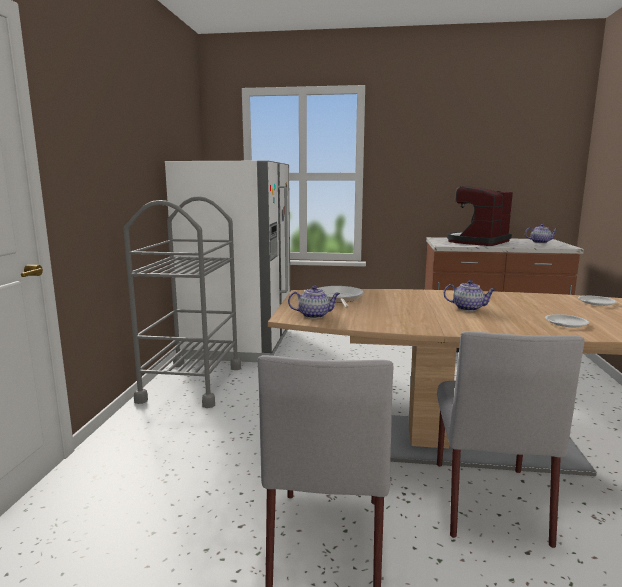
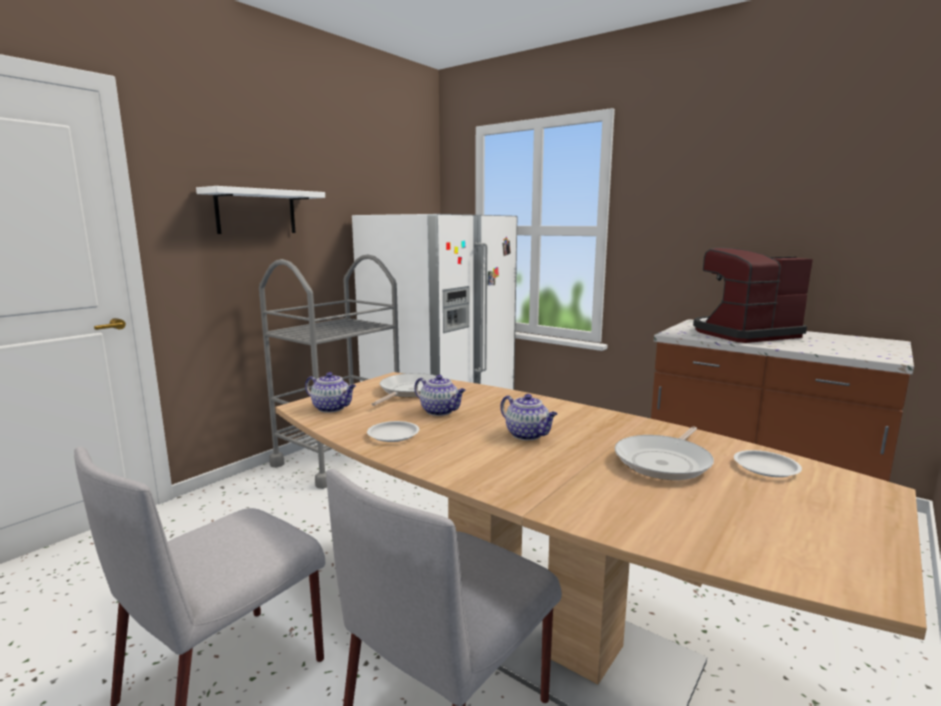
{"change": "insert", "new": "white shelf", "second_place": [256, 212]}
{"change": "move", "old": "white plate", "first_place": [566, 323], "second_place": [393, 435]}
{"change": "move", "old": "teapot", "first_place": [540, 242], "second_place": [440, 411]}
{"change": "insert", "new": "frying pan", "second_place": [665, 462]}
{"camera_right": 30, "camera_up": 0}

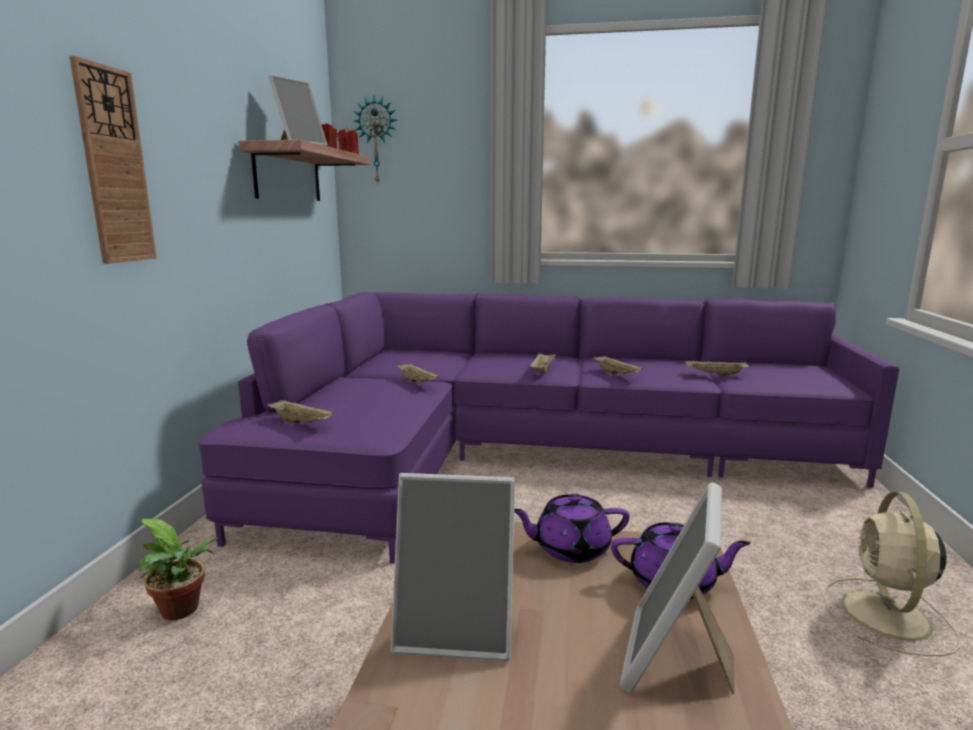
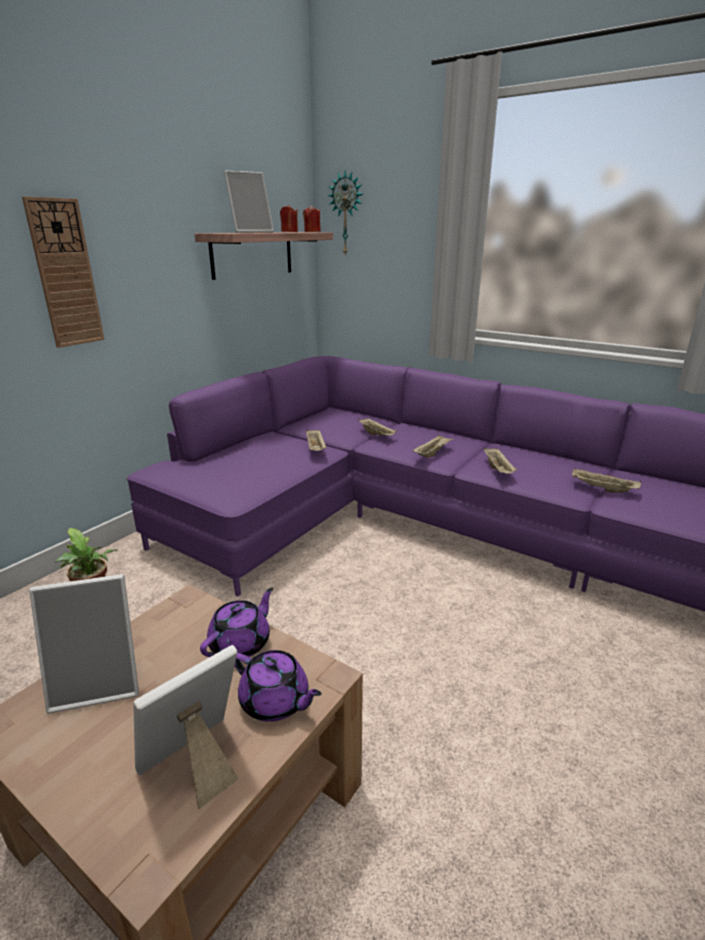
{"change": "rotate", "old": "picture frame", "first_place": [457, 629], "second_place": [99, 682], "degrees": -45}
{"change": "rotate", "old": "purple teapot", "first_place": [570, 548], "second_place": [241, 643], "degrees": 105}
{"change": "move", "old": "beige tray", "first_place": [302, 423], "second_place": [377, 435]}
{"change": "delete", "old": "beige fan", "first_place": [886, 617]}
{"camera_right": 25, "camera_up": 10}

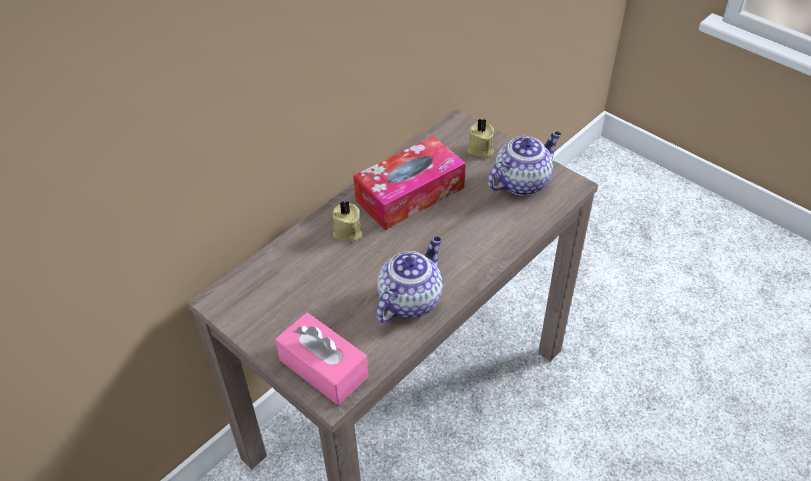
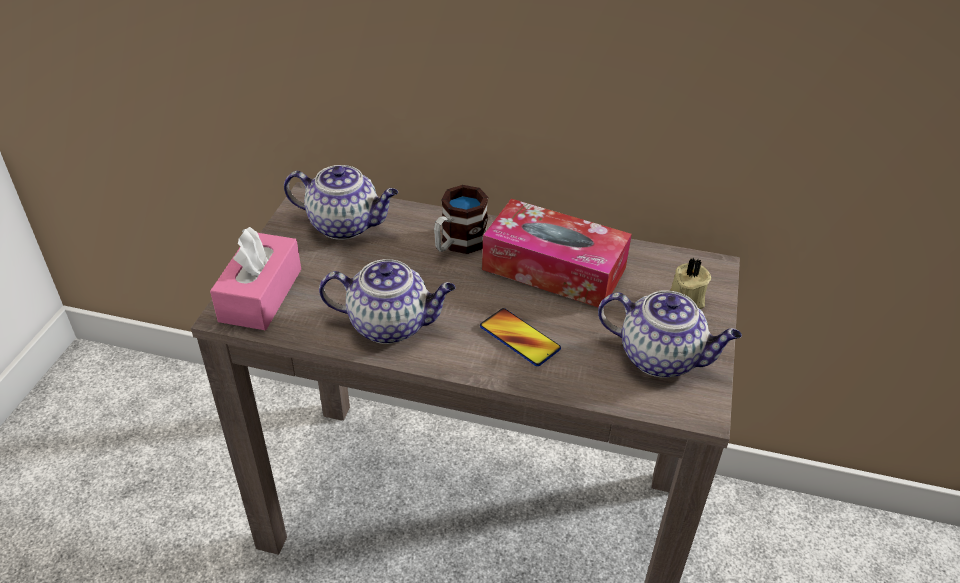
{"change": "insert", "new": "teapot", "second_place": [346, 225]}
{"change": "replace", "old": "beige candle", "new": "mug", "first_place": [347, 232], "second_place": [458, 244]}
{"change": "insert", "new": "phone", "second_place": [519, 338]}
{"camera_right": 60, "camera_up": -5}

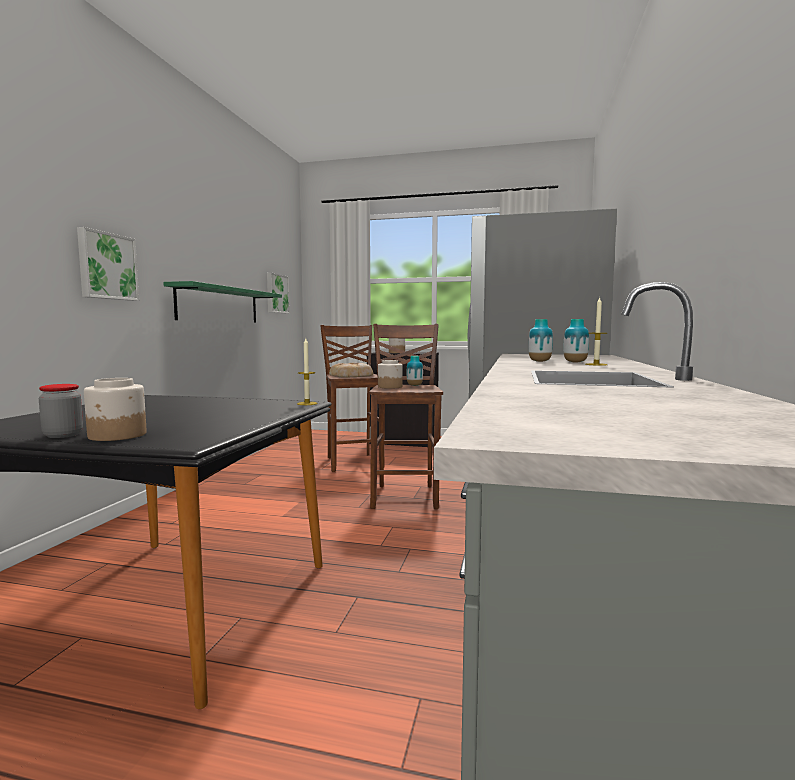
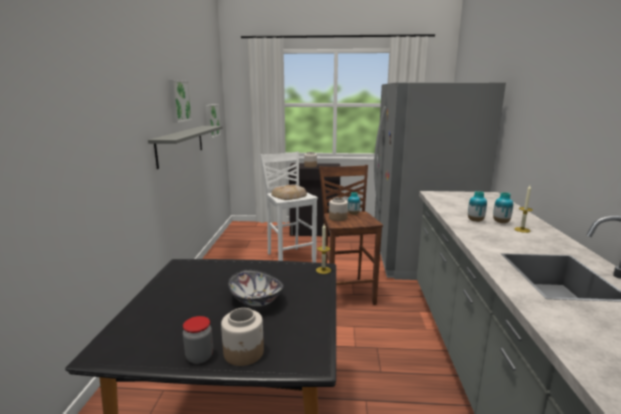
{"change": "recolor", "old": "green shelf", "new": "grey shelf", "first_place": [219, 305], "second_place": [180, 145]}
{"change": "move", "old": "picture", "first_place": [106, 266], "second_place": [178, 101]}
{"change": "insert", "new": "bowl", "second_place": [256, 300]}
{"change": "recolor", "old": "brown stool", "new": "white stool", "first_place": [353, 462], "second_place": [290, 258]}
{"camera_right": -10, "camera_up": 10}

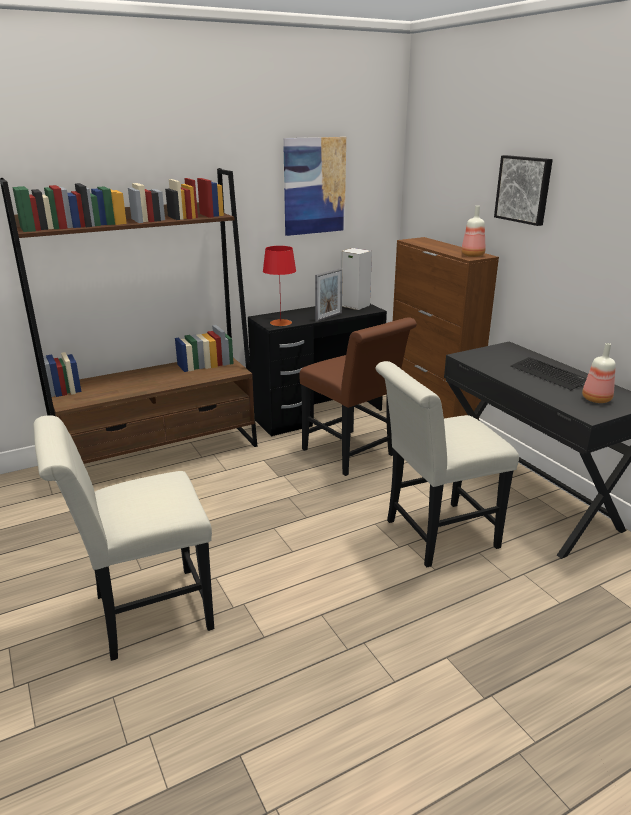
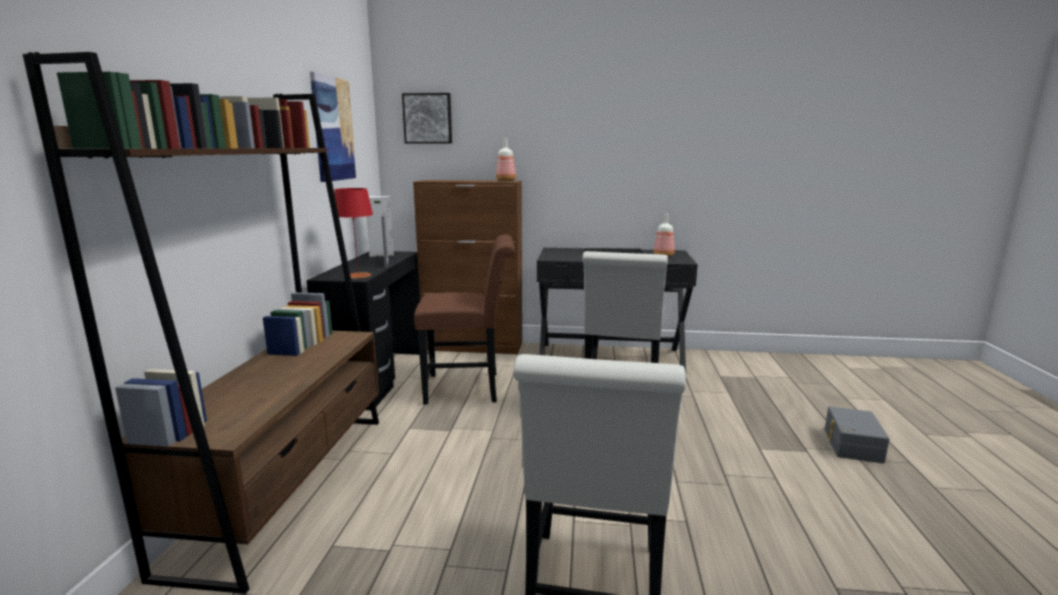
{"change": "move", "old": "picture", "first_place": [524, 189], "second_place": [428, 118]}
{"change": "insert", "new": "grey storage box", "second_place": [851, 445]}
{"camera_right": -55, "camera_up": -10}

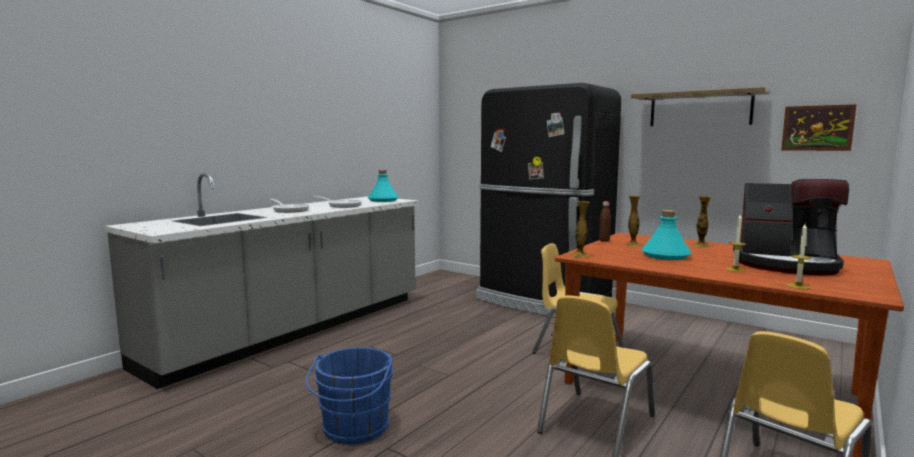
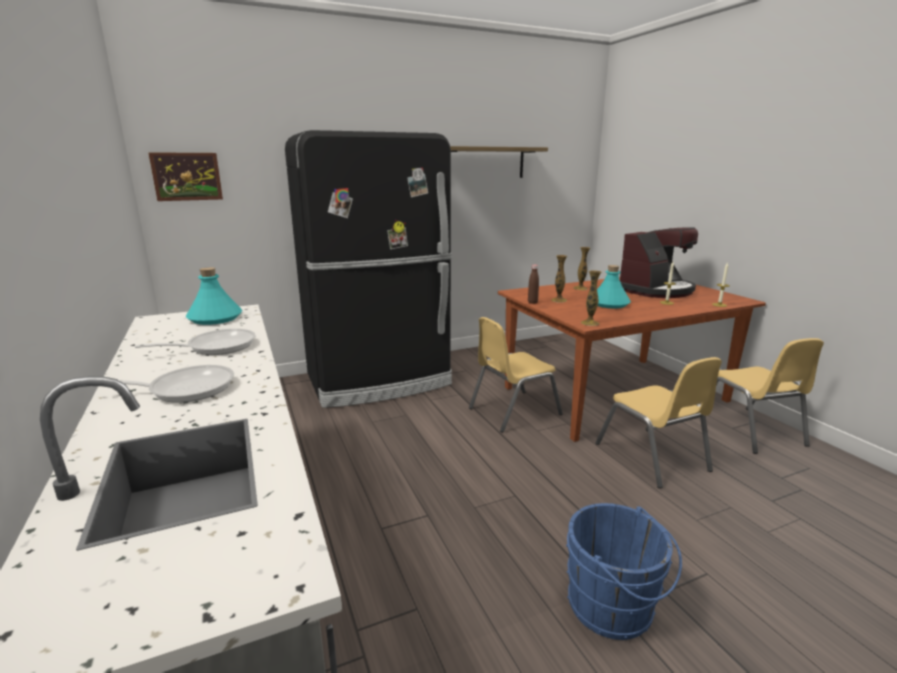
{"change": "move", "old": "picture", "first_place": [817, 128], "second_place": [187, 176]}
{"camera_right": -60, "camera_up": 10}

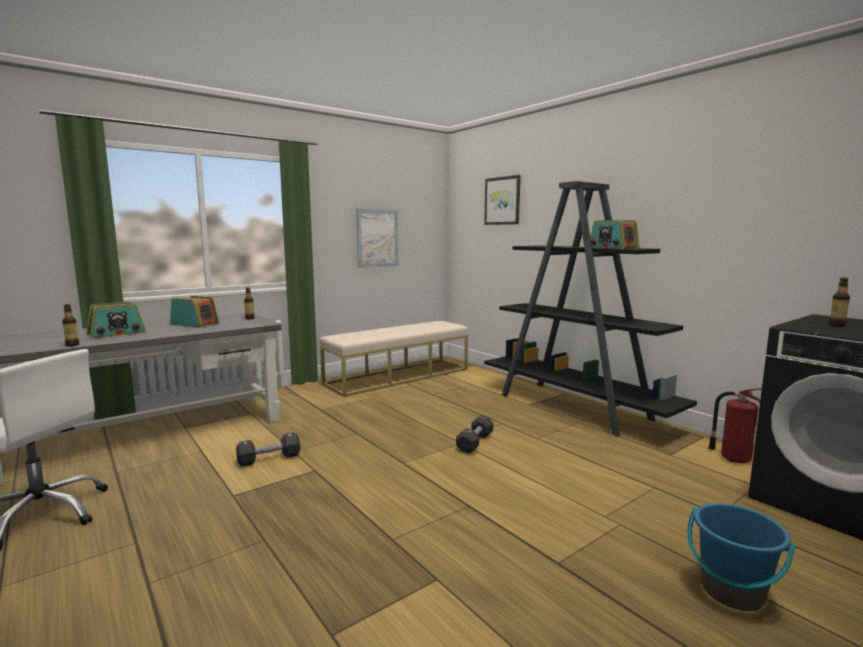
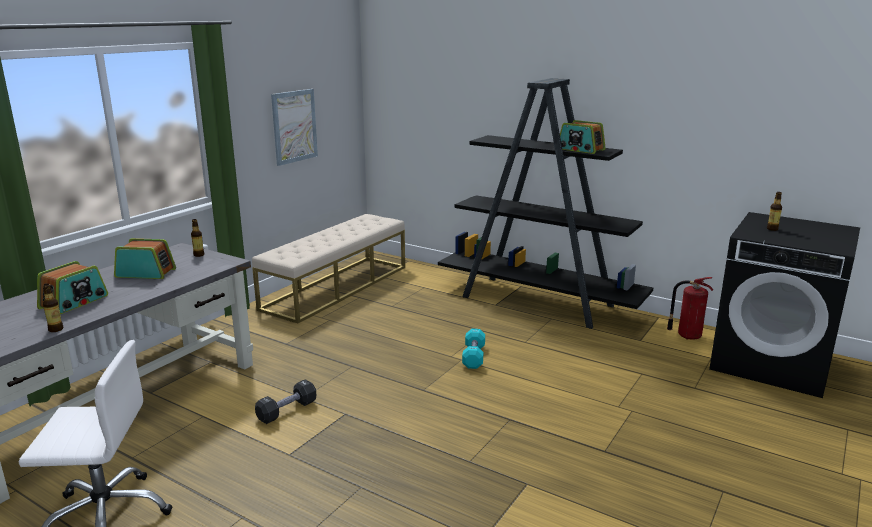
{"change": "recolor", "old": "black dumbbell", "new": "turquoise dumbbell", "first_place": [475, 443], "second_place": [473, 357]}
{"change": "delete", "old": "picture", "first_place": [502, 201]}
{"change": "delete", "old": "blue bucket", "first_place": [732, 592]}
{"camera_right": -20, "camera_up": 10}

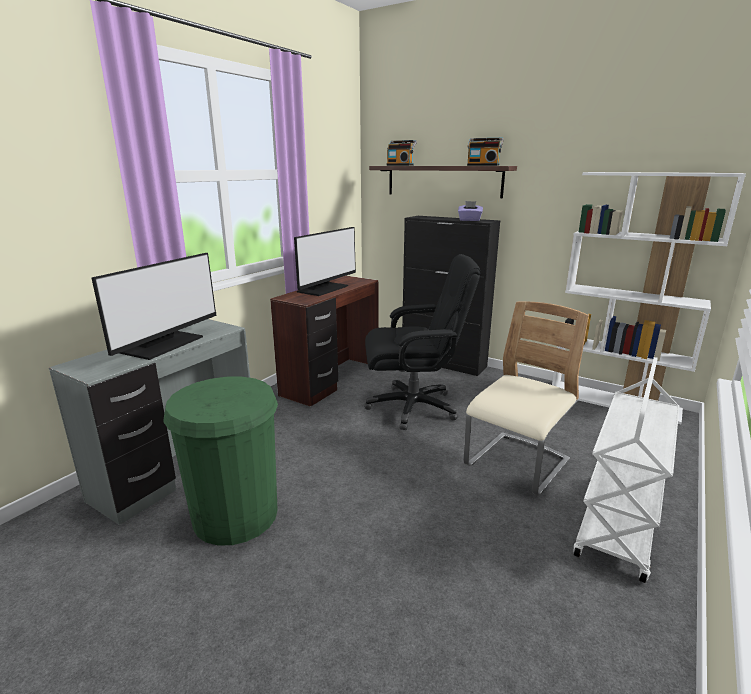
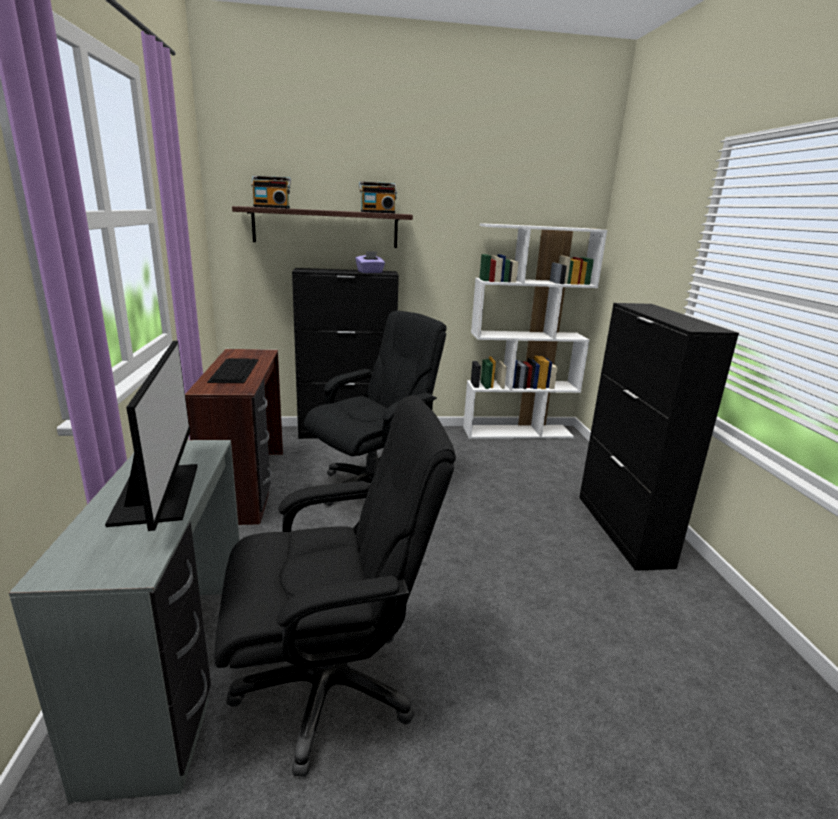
{"change": "replace", "old": "monitor", "new": "keyboard", "first_place": [323, 289], "second_place": [234, 370]}
{"change": "replace", "old": "green trash can", "new": "black office chair", "first_place": [236, 515], "second_place": [329, 686]}
{"change": "replace", "old": "white cart", "new": "black cabinet", "first_place": [619, 525], "second_place": [622, 530]}
{"change": "delete", "old": "beige chair", "first_place": [517, 464]}
{"camera_right": -40, "camera_up": 0}

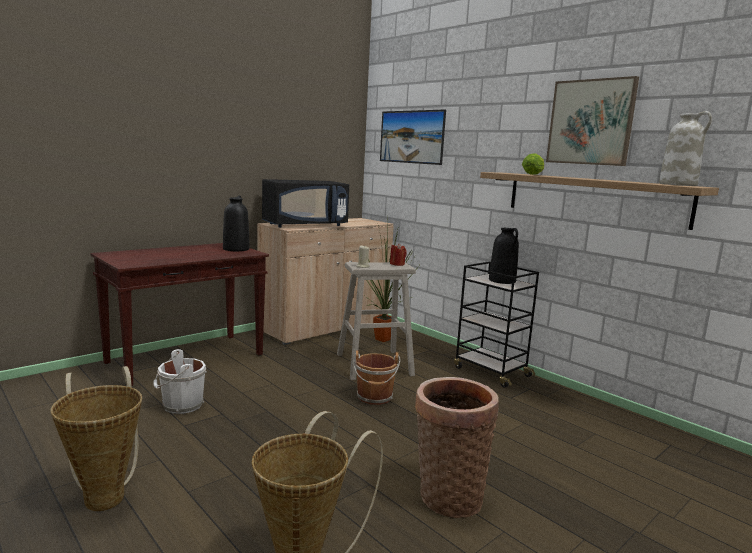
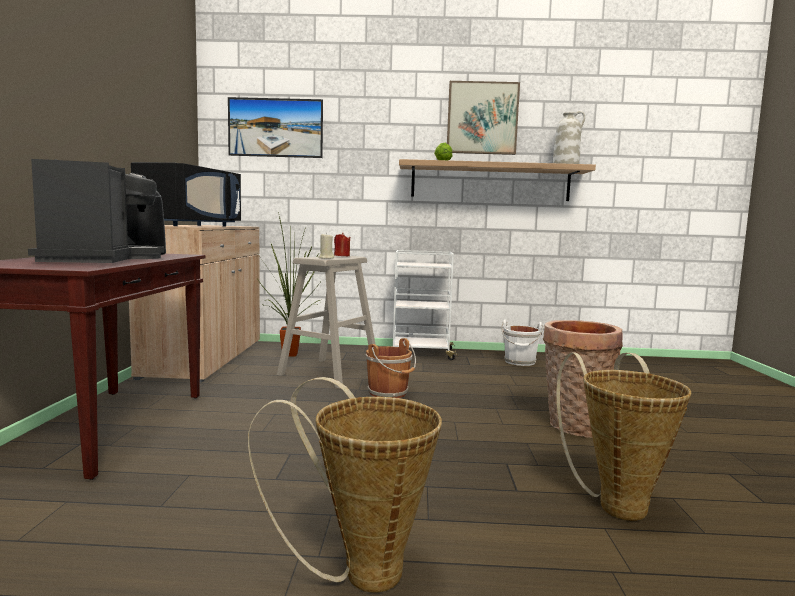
{"change": "insert", "new": "coffee machine", "second_place": [99, 259]}
{"change": "recolor", "old": "black cart", "new": "white cart", "first_place": [490, 371], "second_place": [421, 354]}
{"change": "move", "old": "white bucket", "first_place": [181, 405], "second_place": [520, 362]}
{"change": "delete", "old": "black vase", "first_place": [502, 281]}
{"camera_right": -45, "camera_up": -5}

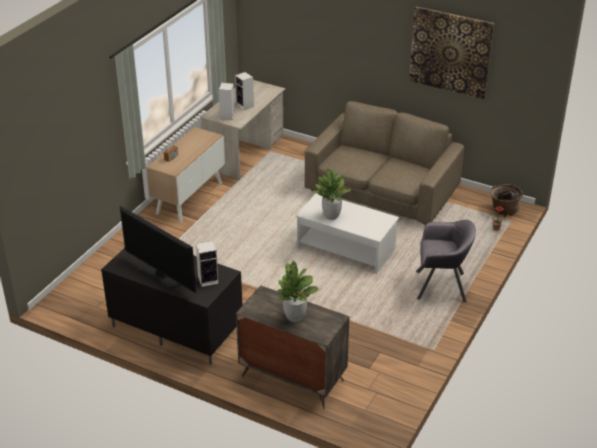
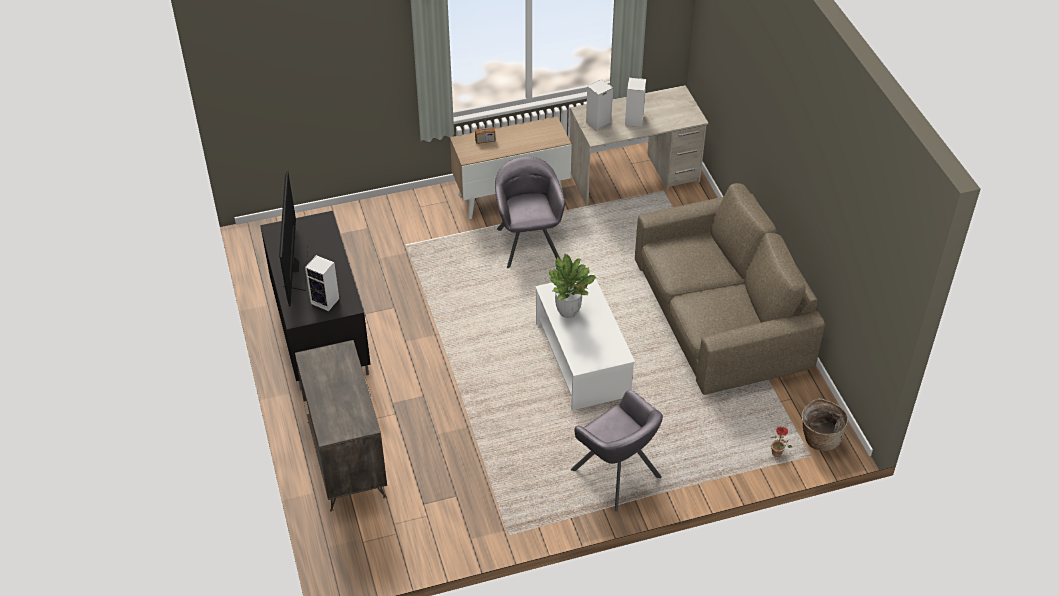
{"change": "insert", "new": "grey armchair", "second_place": [528, 244]}
{"change": "delete", "old": "potted plant", "first_place": [295, 317]}
{"change": "delete", "old": "picture", "first_place": [450, 52]}
{"camera_right": 45, "camera_up": 10}

